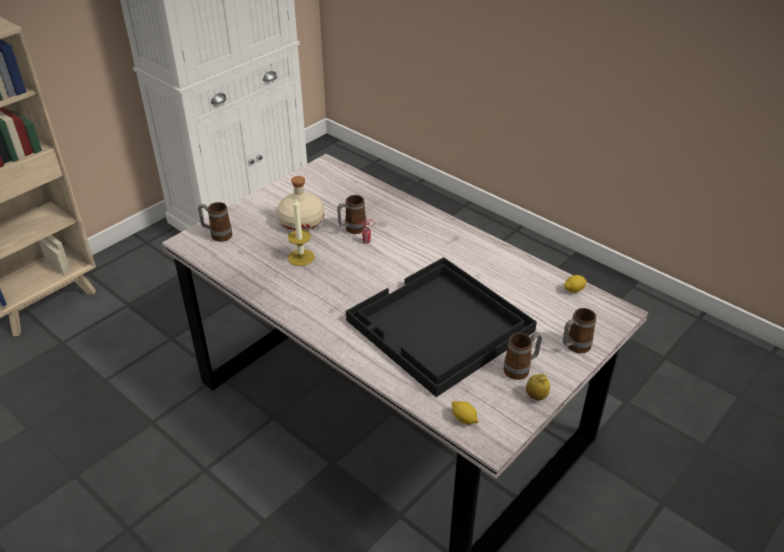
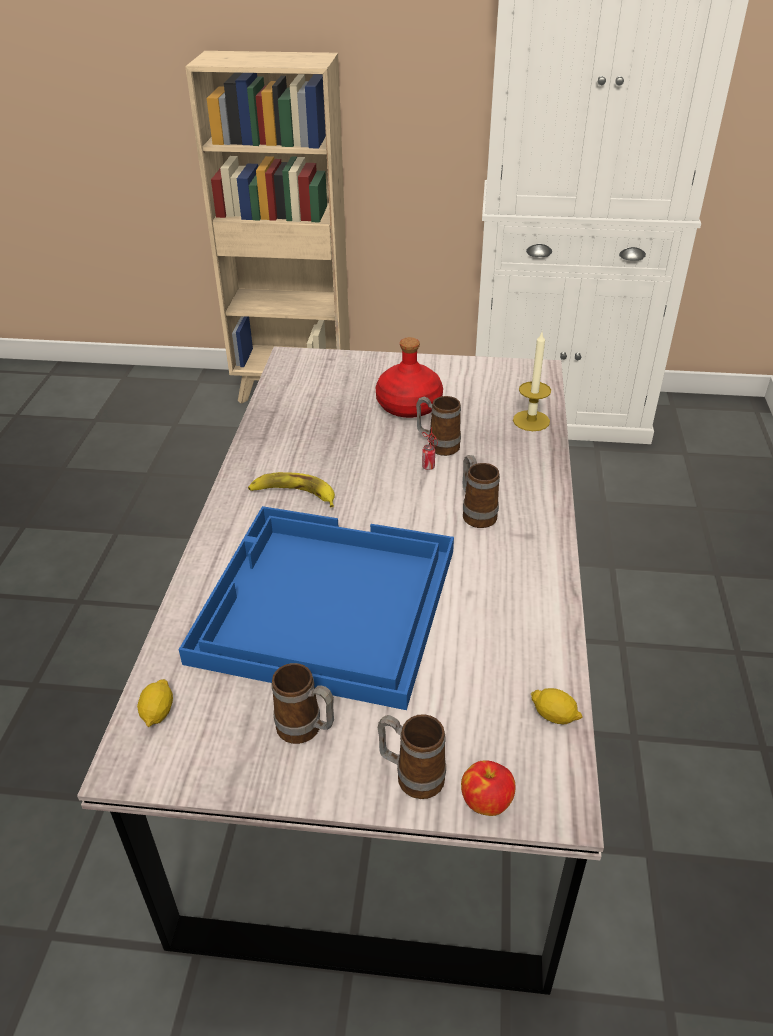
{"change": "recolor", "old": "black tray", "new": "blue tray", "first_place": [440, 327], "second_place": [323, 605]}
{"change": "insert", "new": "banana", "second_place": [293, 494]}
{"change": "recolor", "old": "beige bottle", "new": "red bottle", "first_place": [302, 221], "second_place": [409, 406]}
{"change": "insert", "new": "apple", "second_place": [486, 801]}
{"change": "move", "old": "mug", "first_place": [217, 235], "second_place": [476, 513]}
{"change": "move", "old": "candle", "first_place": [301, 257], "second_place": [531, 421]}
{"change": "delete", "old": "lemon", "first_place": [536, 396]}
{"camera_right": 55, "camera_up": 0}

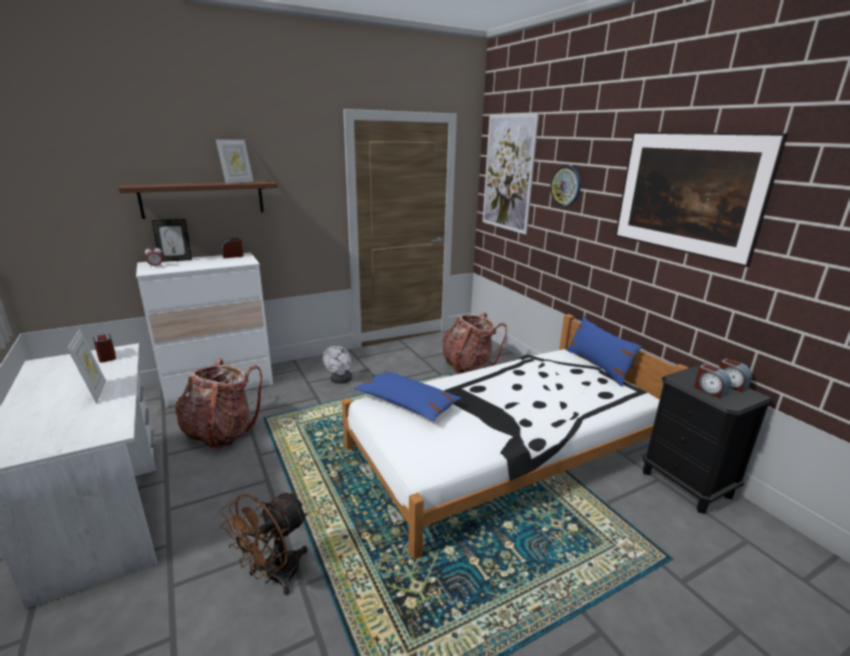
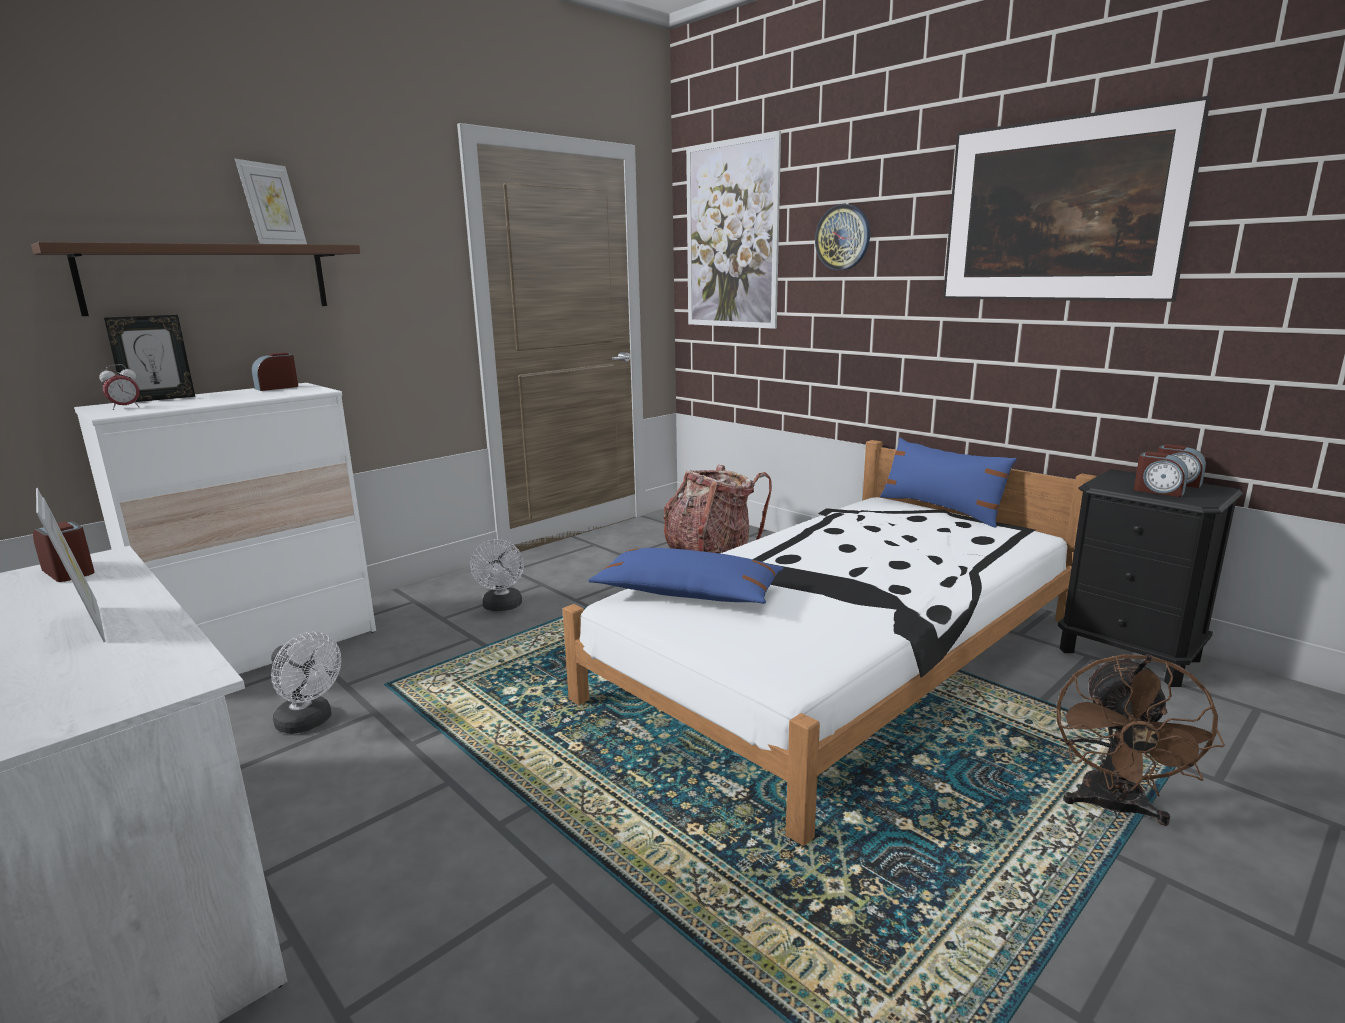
{"change": "replace", "old": "backpack", "new": "white fan", "first_place": [221, 432], "second_place": [309, 722]}
{"change": "move", "old": "brown fan", "first_place": [274, 576], "second_place": [1113, 808]}
{"camera_right": -15, "camera_up": -5}

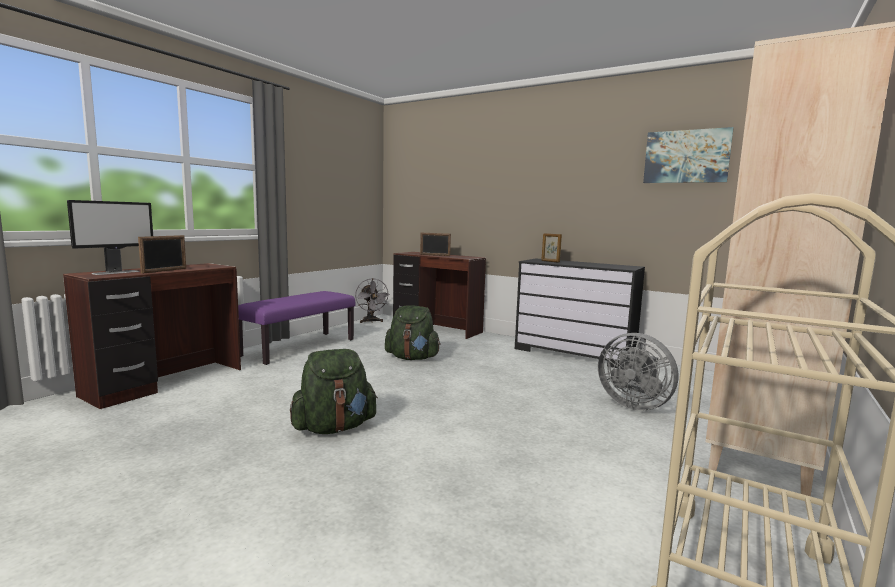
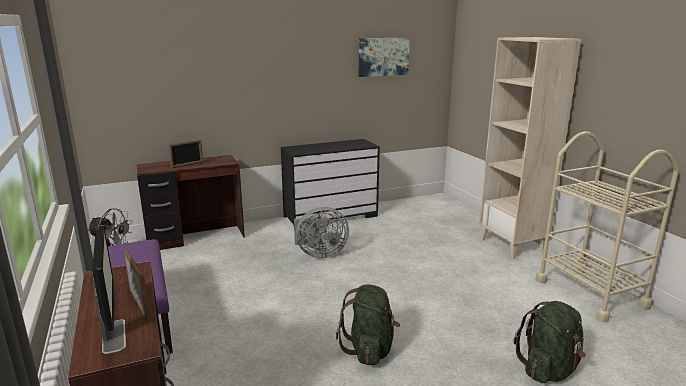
{"change": "move", "old": "grey fan", "first_place": [633, 404], "second_place": [319, 254]}
{"change": "move", "old": "green backpack", "first_place": [412, 358], "second_place": [549, 369]}
{"change": "delete", "old": "picture frame", "first_place": [550, 261]}
{"camera_right": -55, "camera_up": 10}

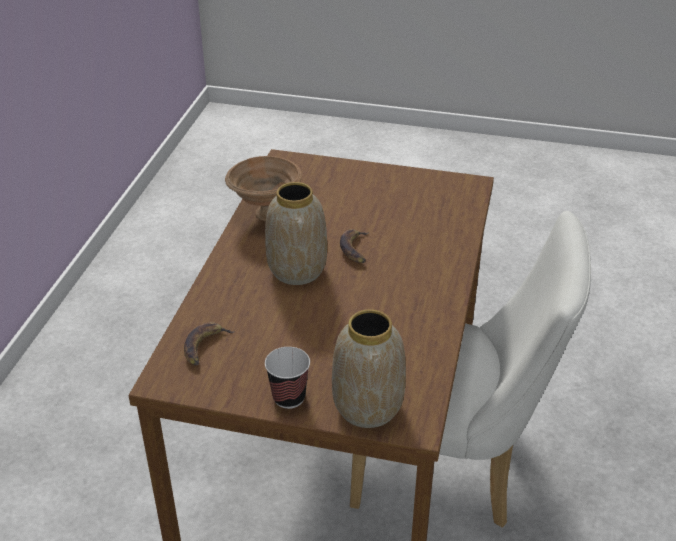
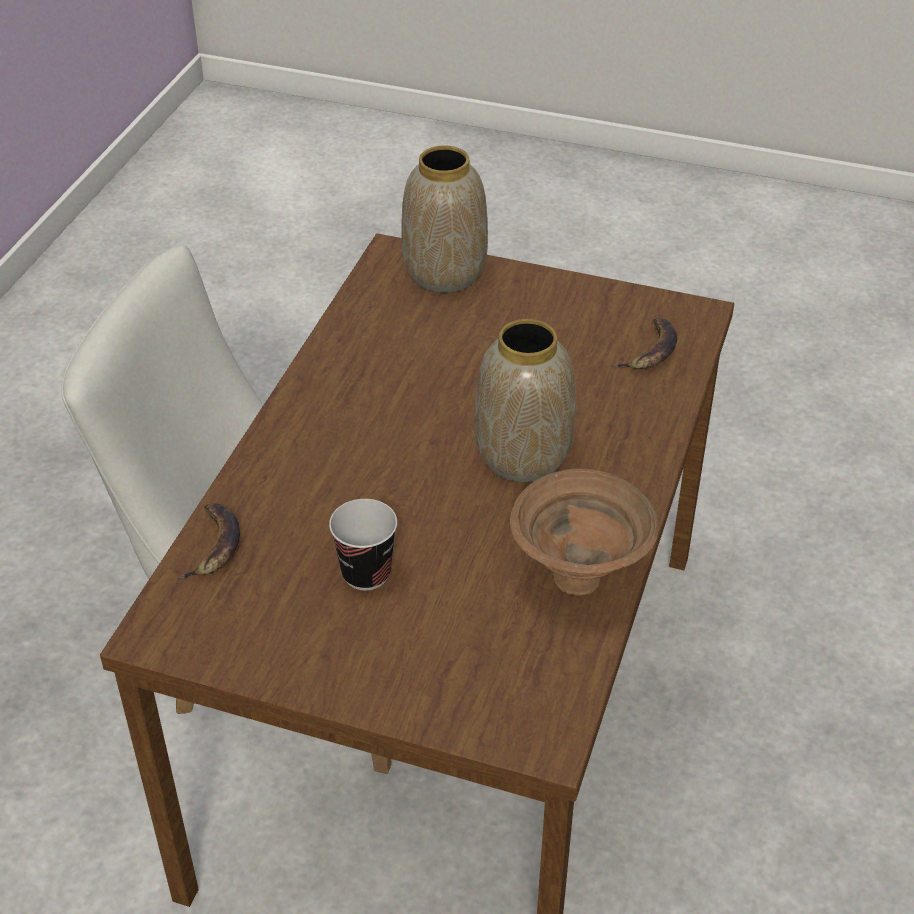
{"change": "move", "old": "banana", "first_place": [355, 249], "second_place": [213, 545]}
{"change": "move", "old": "cup", "first_place": [289, 397], "second_place": [366, 573]}
{"camera_right": -175, "camera_up": 5}

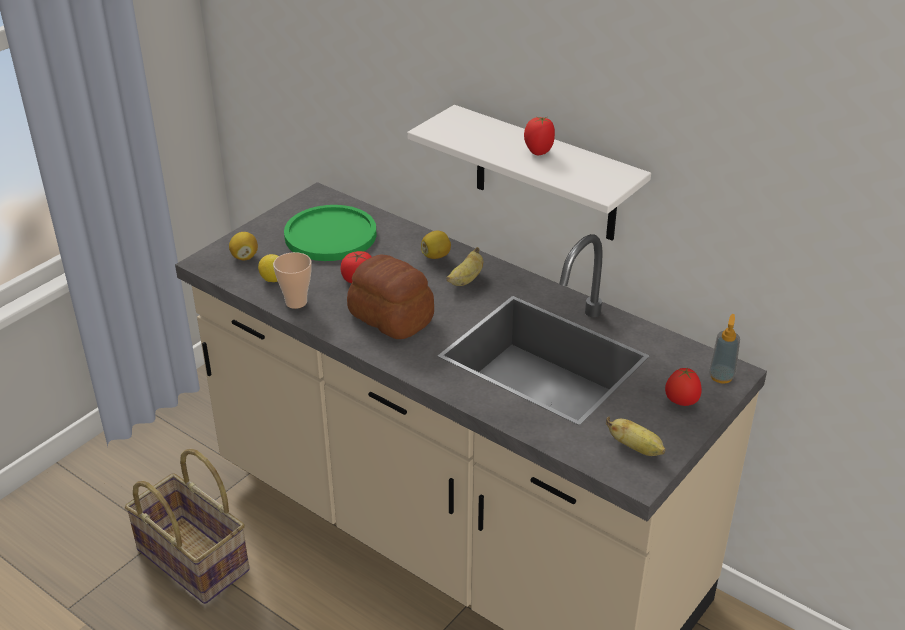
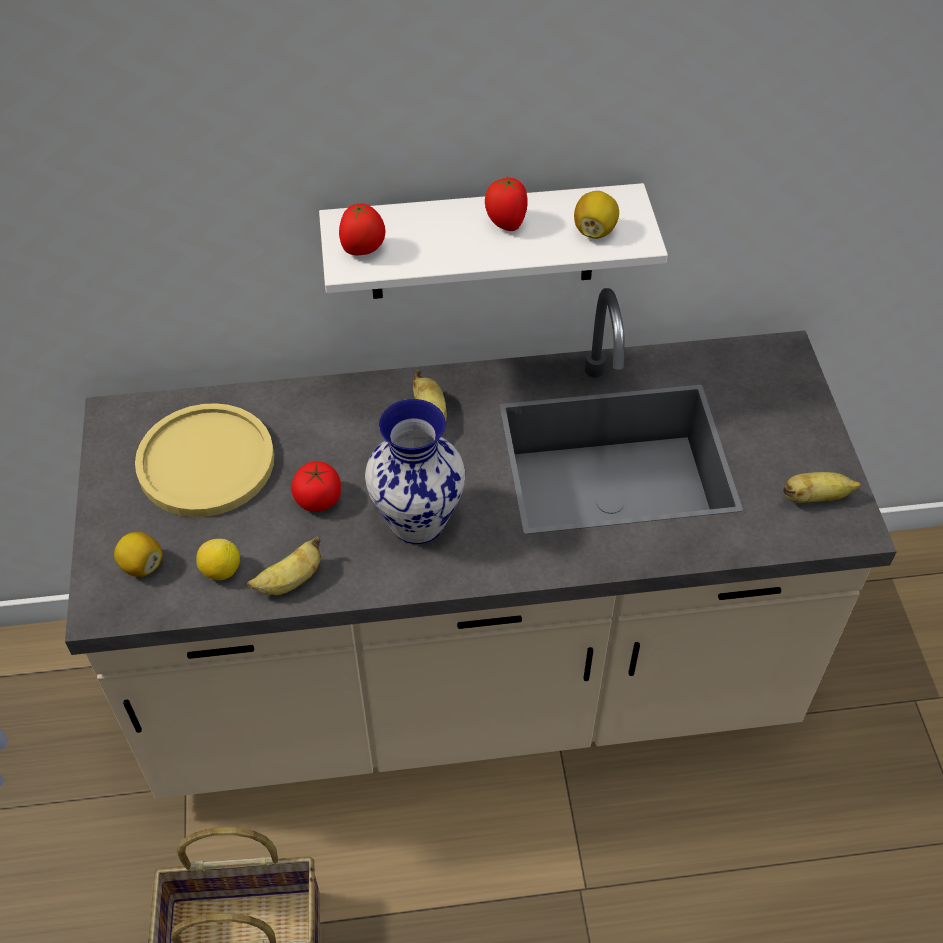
{"change": "recolor", "old": "green plate", "new": "yellow plate", "first_place": [330, 235], "second_place": [206, 462]}
{"change": "replace", "old": "cup", "new": "banana", "first_place": [296, 302], "second_place": [290, 581]}
{"change": "move", "old": "tomato", "first_place": [681, 402], "second_place": [363, 250]}
{"change": "replace", "old": "bread", "new": "vase", "first_place": [391, 316], "second_place": [416, 521]}
{"change": "move", "old": "lemon", "first_place": [436, 256], "second_place": [594, 230]}
{"change": "delete", "old": "soap dispenser", "first_place": [721, 376]}
{"camera_right": -45, "camera_up": 15}

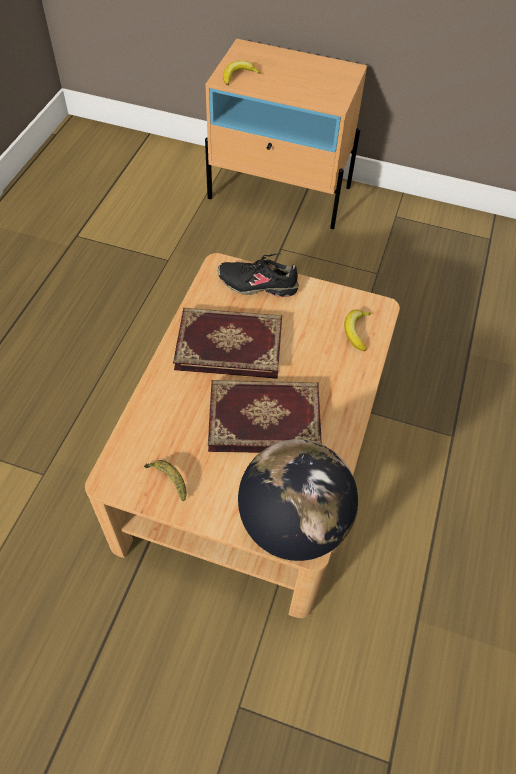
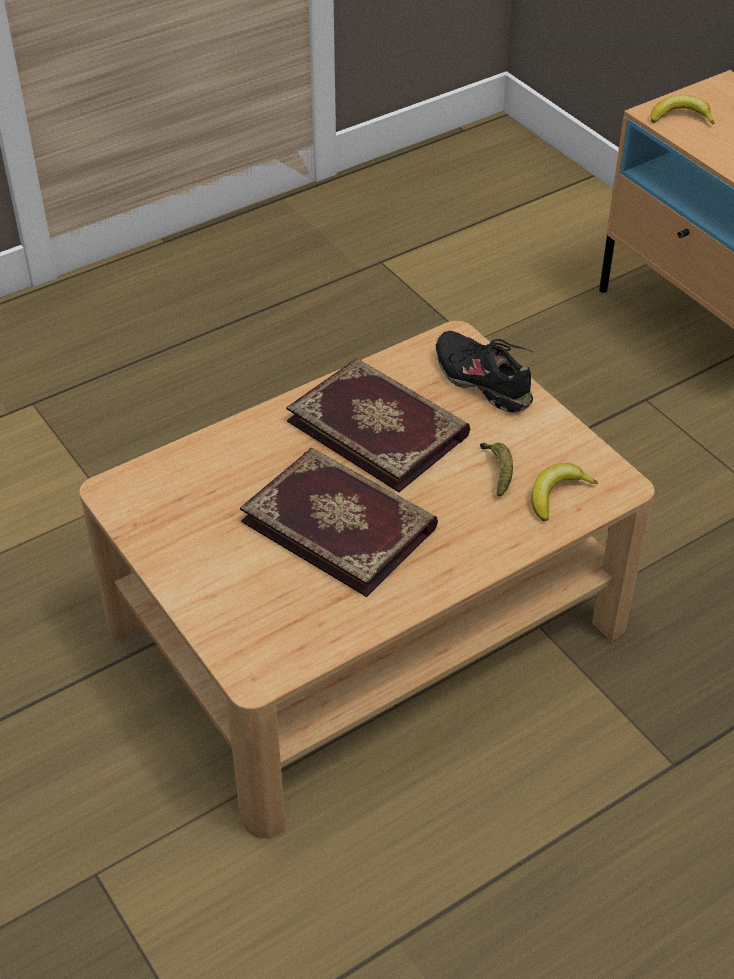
{"change": "move", "old": "banana", "first_place": [168, 480], "second_place": [498, 472]}
{"change": "delete", "old": "globe", "first_place": [293, 523]}
{"camera_right": 40, "camera_up": -10}

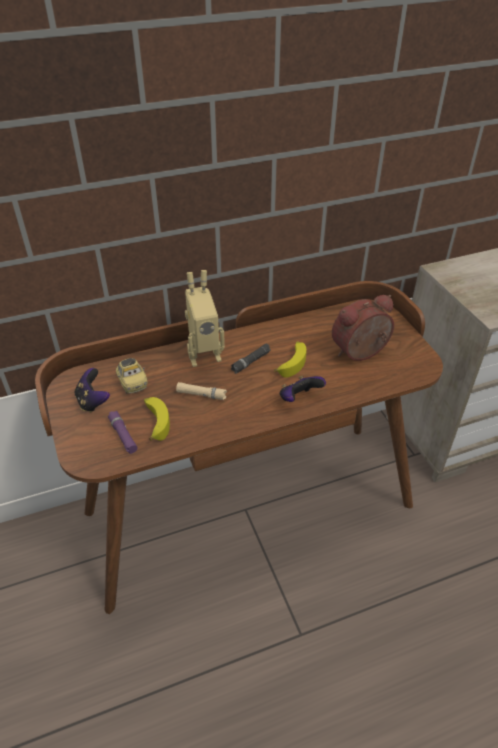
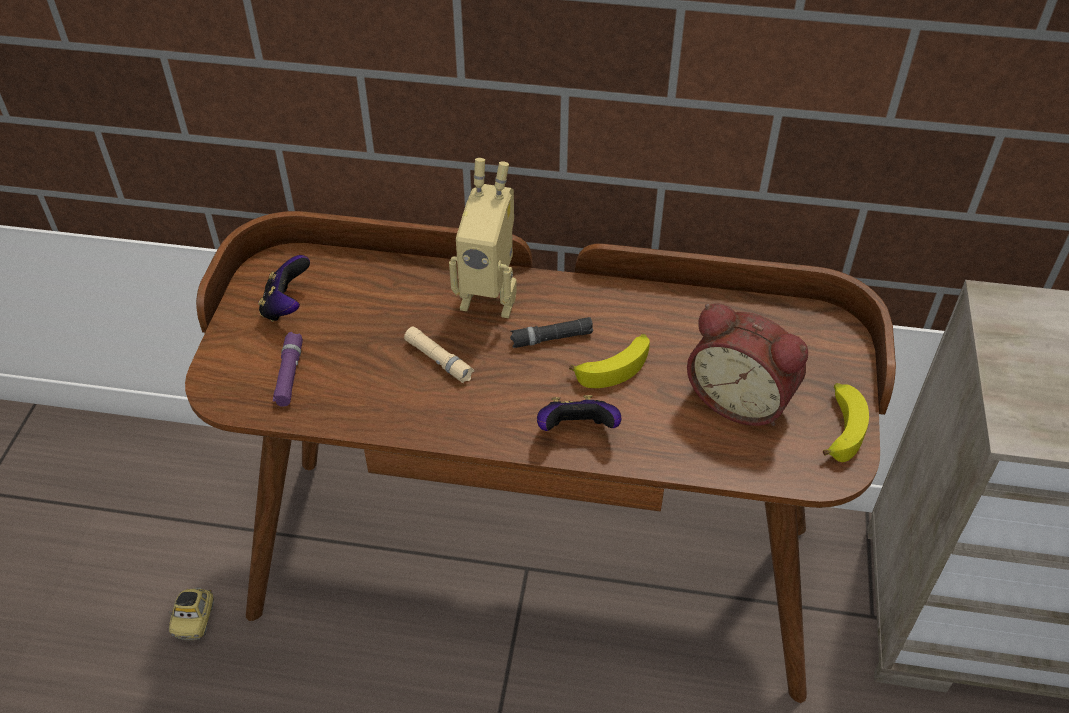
{"change": "move", "old": "toy car", "first_place": [132, 383], "second_place": [195, 620]}
{"change": "rotate", "old": "alarm clock", "first_place": [361, 354], "second_place": [741, 399], "degrees": -150}
{"change": "move", "old": "banana", "first_place": [155, 422], "second_place": [840, 427]}
{"camera_right": 30, "camera_up": 5}

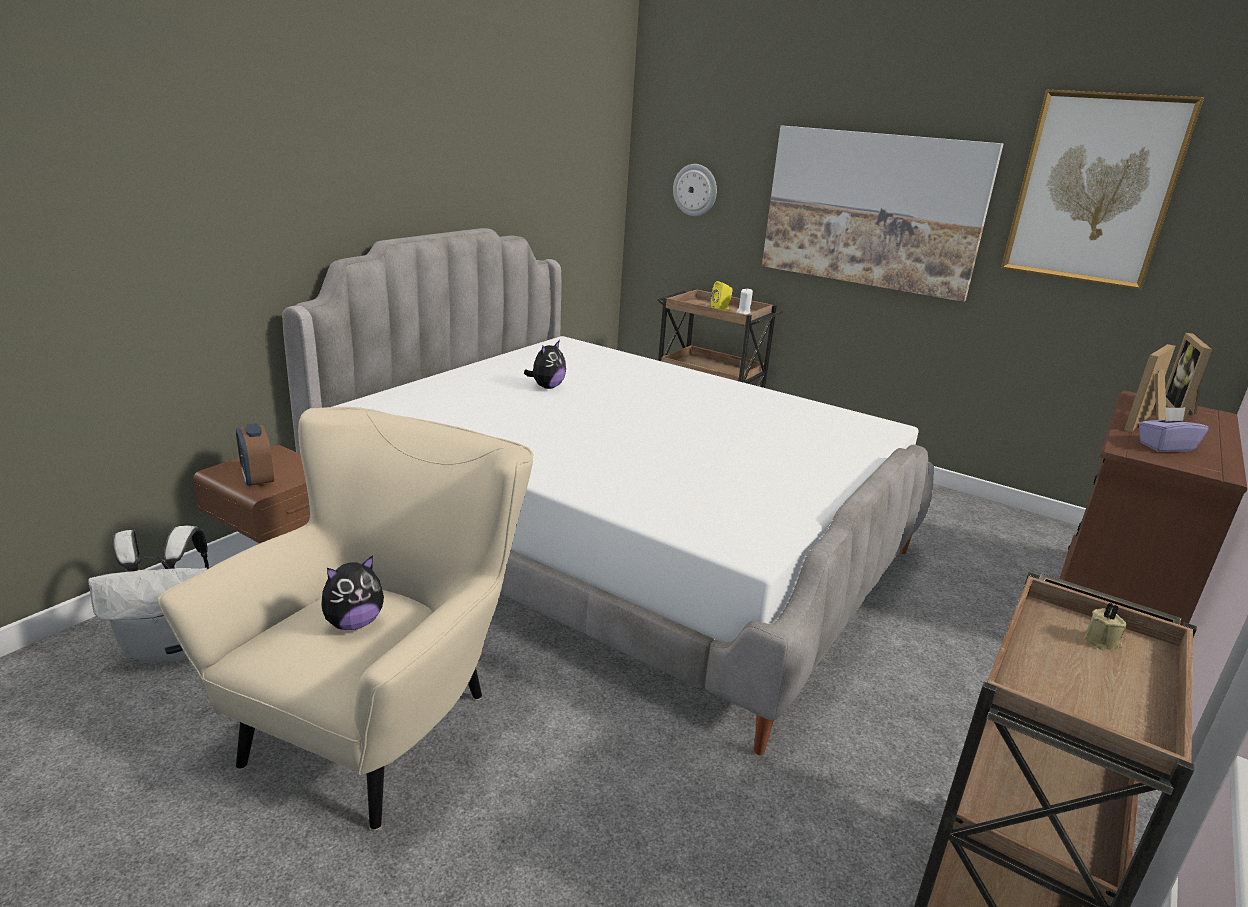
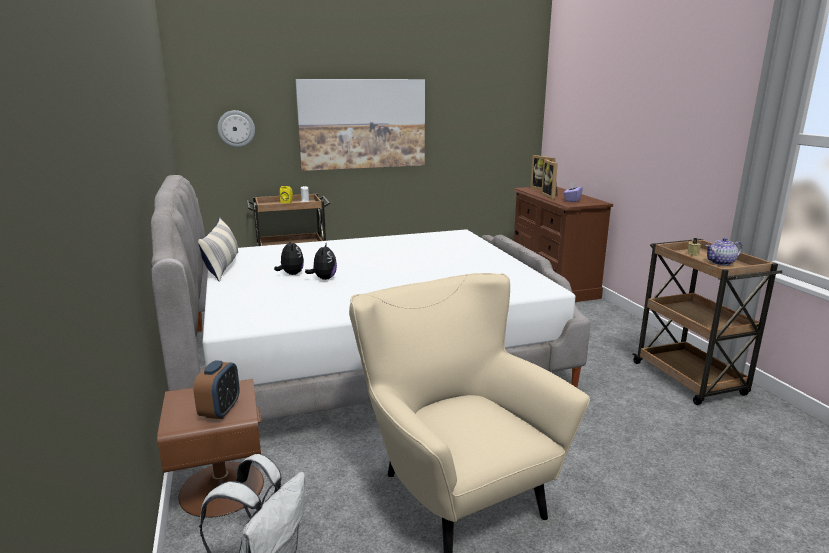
{"change": "rotate", "old": "alarm clock", "first_place": [258, 480], "second_place": [220, 411], "degrees": -90}
{"change": "insert", "new": "pillow", "second_place": [222, 266]}
{"change": "move", "old": "plush toy", "first_place": [353, 623], "second_place": [323, 278]}
{"change": "insert", "new": "teapot", "second_place": [721, 263]}
{"change": "delete", "old": "picture", "first_place": [1094, 189]}
{"camera_right": -50, "camera_up": -5}

